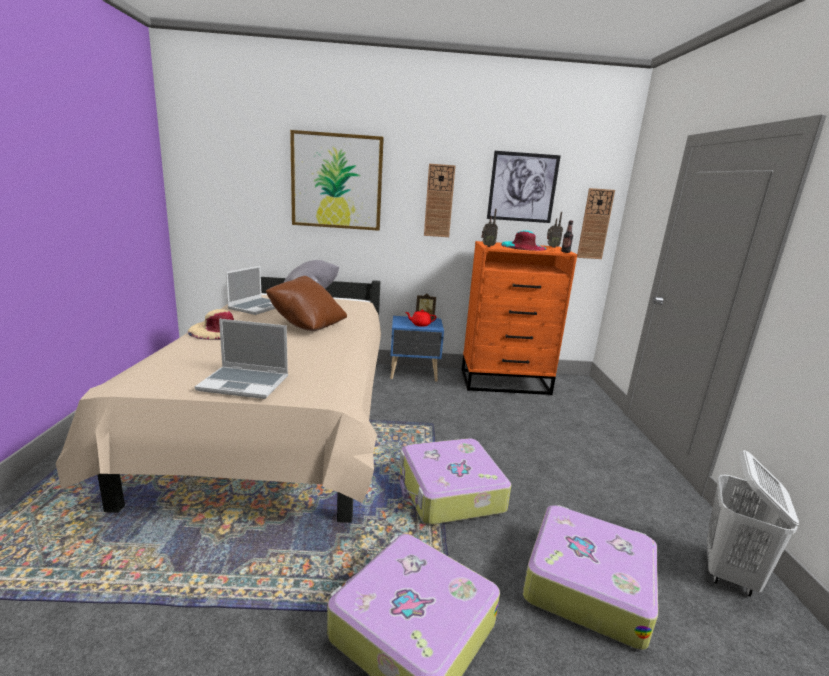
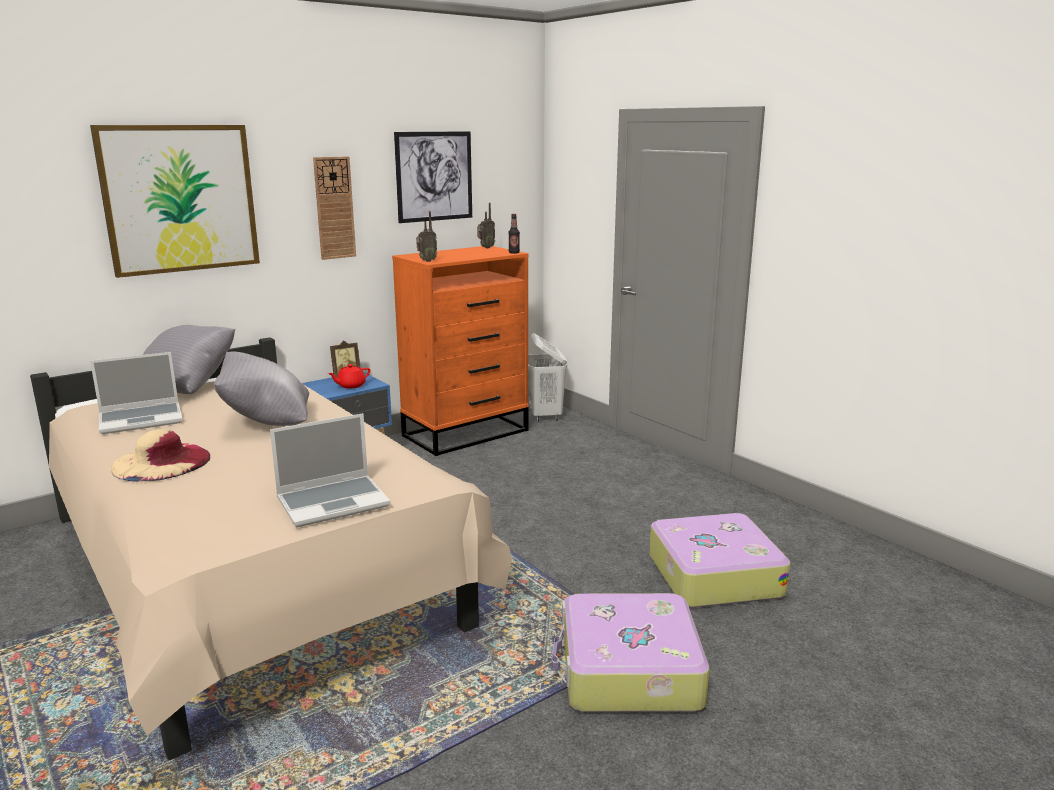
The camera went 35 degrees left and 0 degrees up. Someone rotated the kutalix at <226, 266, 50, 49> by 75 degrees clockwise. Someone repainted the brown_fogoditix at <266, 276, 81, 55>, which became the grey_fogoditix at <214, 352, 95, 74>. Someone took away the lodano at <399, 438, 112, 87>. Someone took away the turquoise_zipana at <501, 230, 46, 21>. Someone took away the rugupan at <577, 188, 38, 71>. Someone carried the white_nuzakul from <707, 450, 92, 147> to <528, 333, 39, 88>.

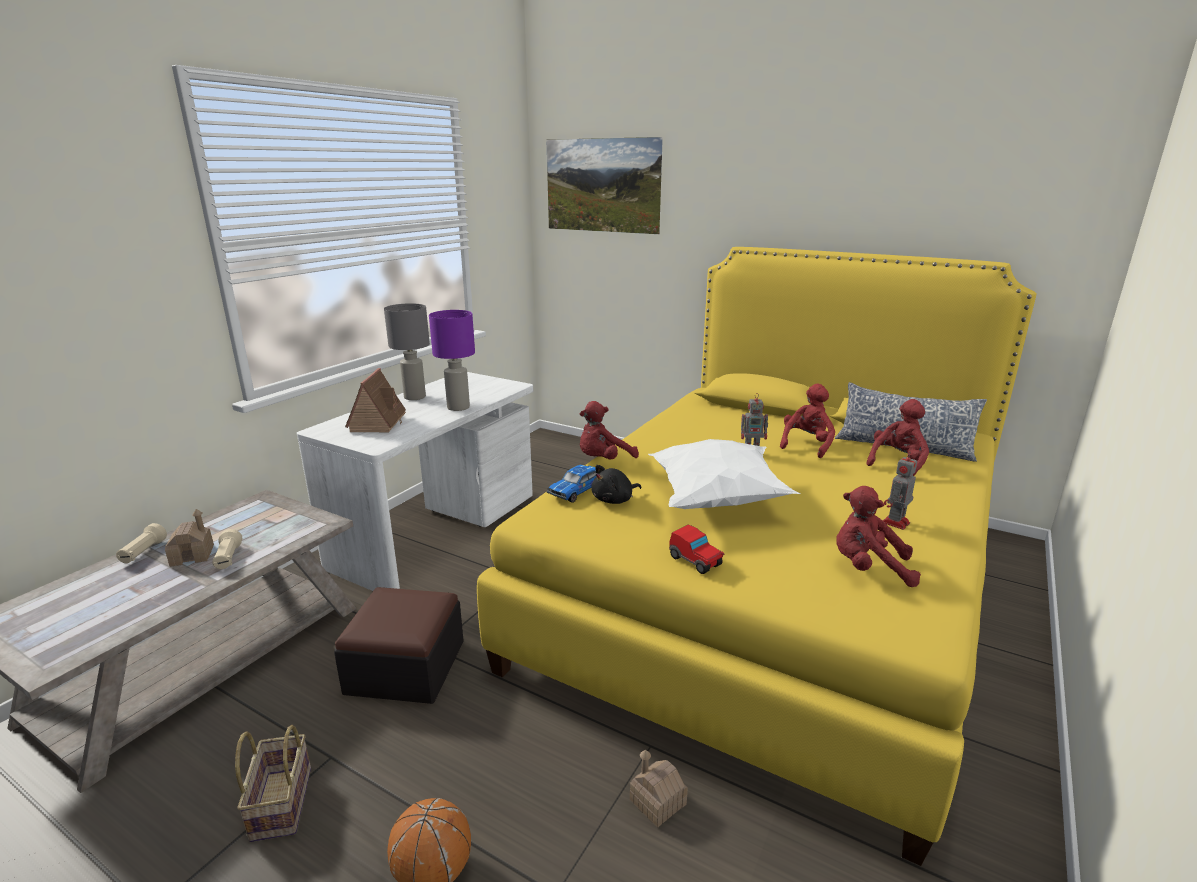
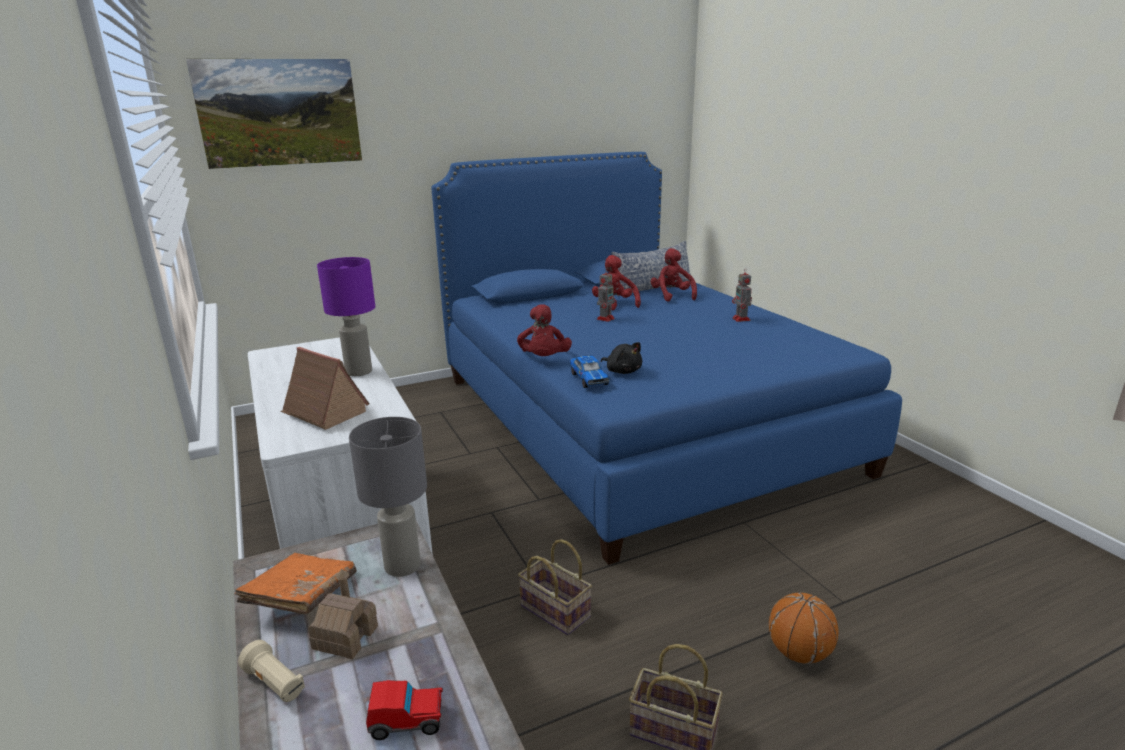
The camera went 55 degrees left and 0 degrees up. Someone took away the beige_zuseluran at <212, 529, 30, 40>. Someone swapped the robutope at <334, 587, 130, 117> for the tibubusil at <518, 539, 74, 96>. Someone carried the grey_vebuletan from <384, 303, 46, 97> to <349, 417, 78, 160>. Someone repainted the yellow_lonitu at <477, 247, 560, 619>, which became the blue_lonitu at <431, 152, 471, 413>. Someone rotated the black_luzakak at <591, 465, 50, 39> by 45 degrees counterclockwise. Someone took away the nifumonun at <630, 750, 58, 78>. Someone took away the white_fogoditix at <648, 439, 152, 70>. Someone carried the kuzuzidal from <669, 525, 55, 49> to <366, 680, 77, 60>. Someone took away the red_luzakak at <836, 486, 85, 101>. Someone put down the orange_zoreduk at <235, 553, 122, 62>.

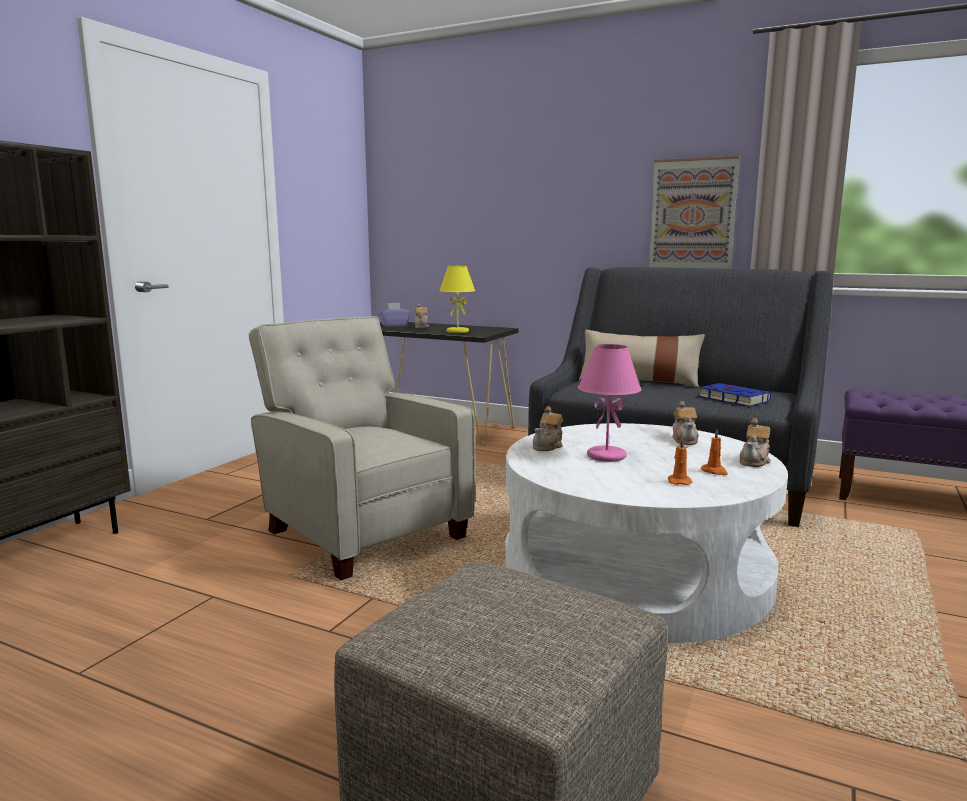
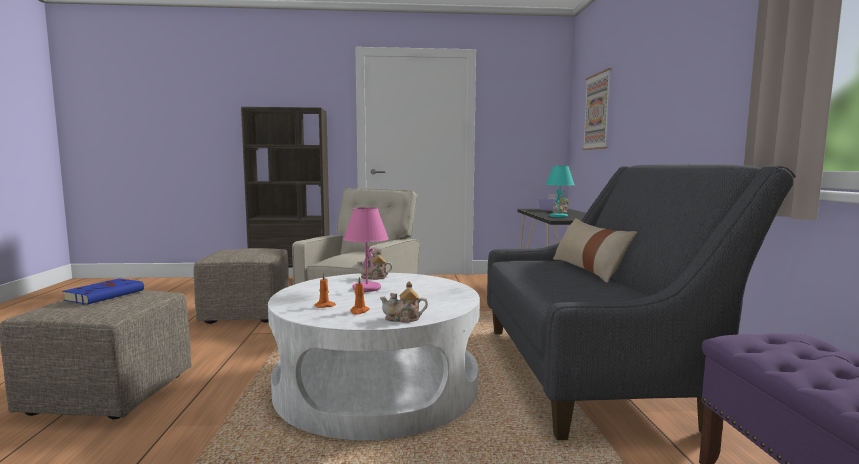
The camera went 60 degrees right and 5 degrees down. Someone repainted the yellow_vebuletan at <439, 266, 36, 67>, which became the turquoise_vebuletan at <546, 166, 28, 52>. Someone carried the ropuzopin from <649, 156, 91, 113> to <582, 68, 30, 82>. Someone took away the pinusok at <672, 401, 27, 44>. Someone carried the blue_zoreduk from <699, 383, 72, 23> to <62, 278, 82, 27>. Someone put down the beige_robutope at <194, 248, 95, 76>.

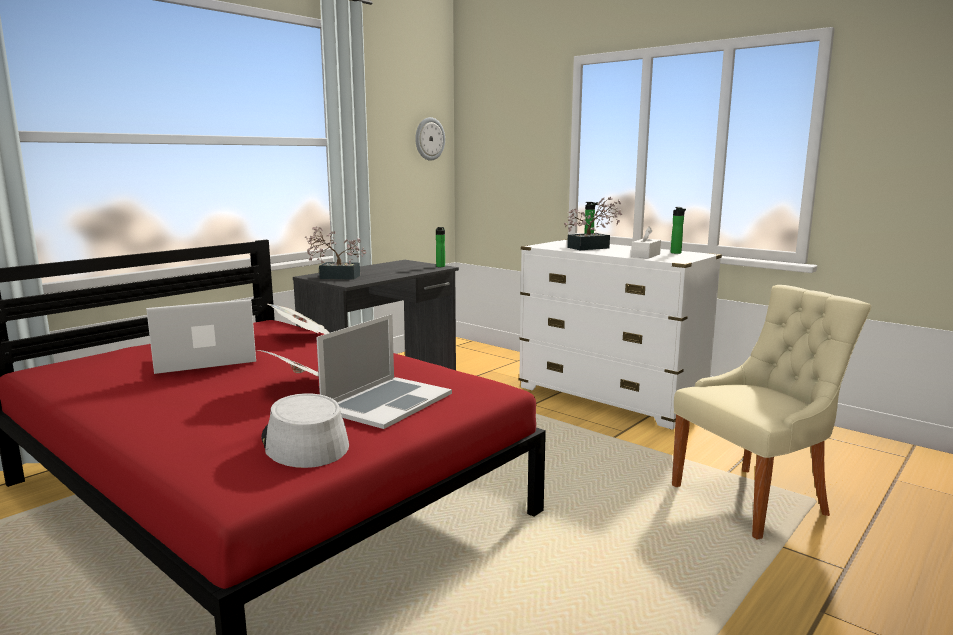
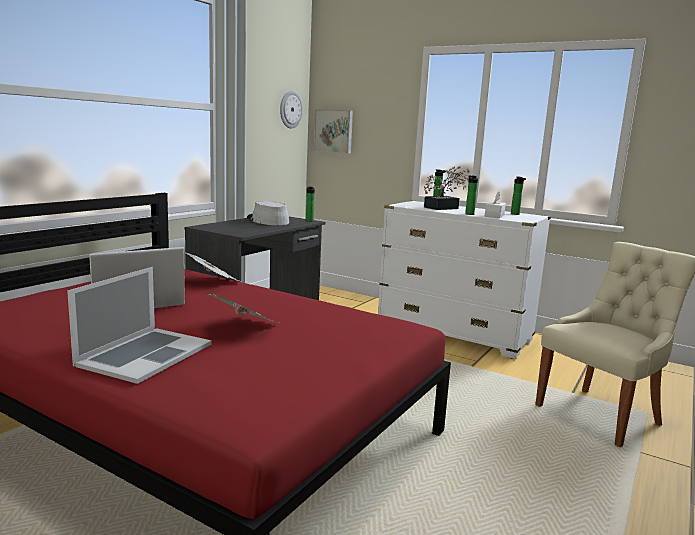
The camera went 10 degrees left and 0 degrees up. Someone carried the grey_zipana from <261, 393, 88, 75> to <247, 201, 42, 24>. Someone took away the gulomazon at <305, 226, 61, 54>. Someone carried the kutalix from <316, 314, 136, 115> to <67, 267, 145, 117>. Someone put up the ropuzopin at <314, 109, 39, 45>. Someone put down the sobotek at <465, 176, 13, 39>.

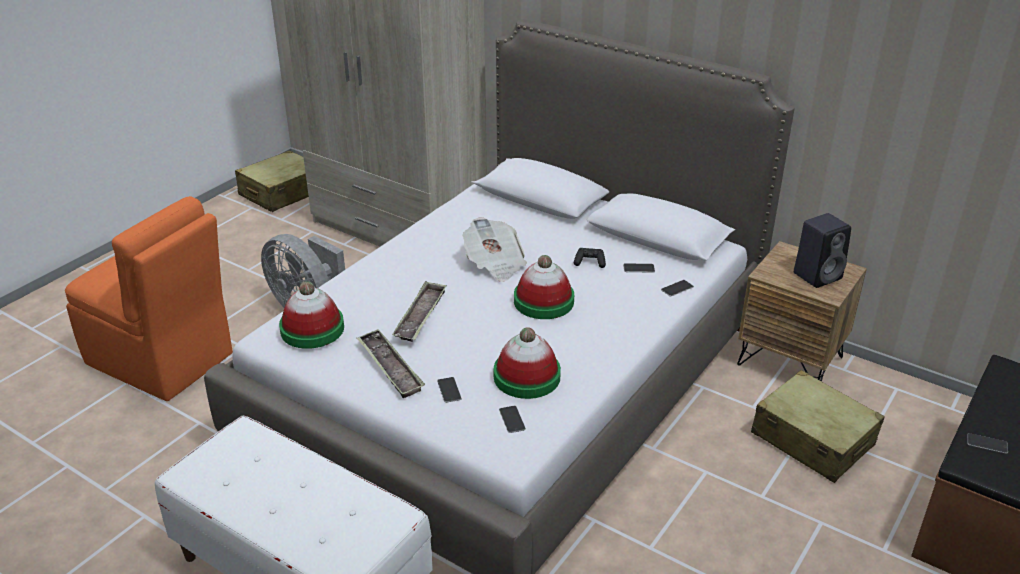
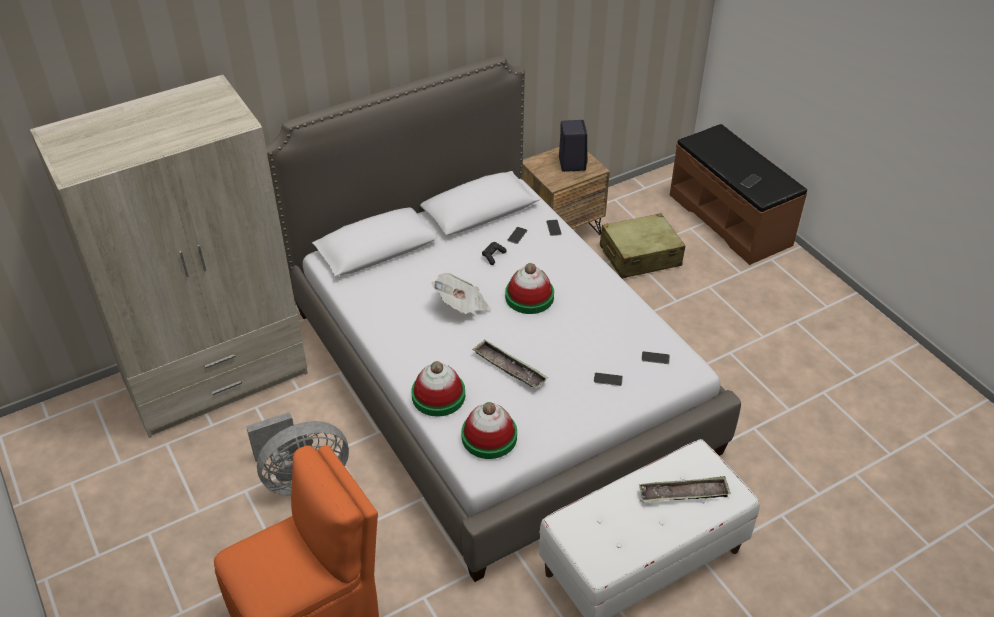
The camera went 65 degrees left and 10 degrees up. Someone took away the beige_lodano at <235, 150, 74, 62>. Someone carried the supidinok from <357, 329, 68, 69> to <639, 476, 92, 27>. Someone carried the zipana from <494, 327, 67, 72> to <411, 361, 54, 56>.

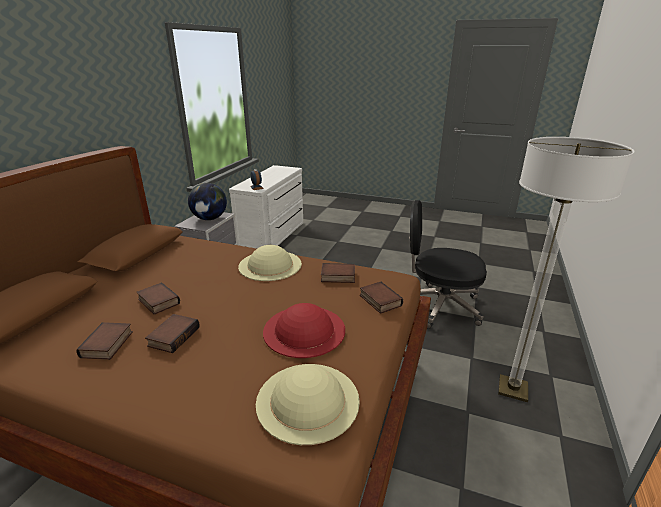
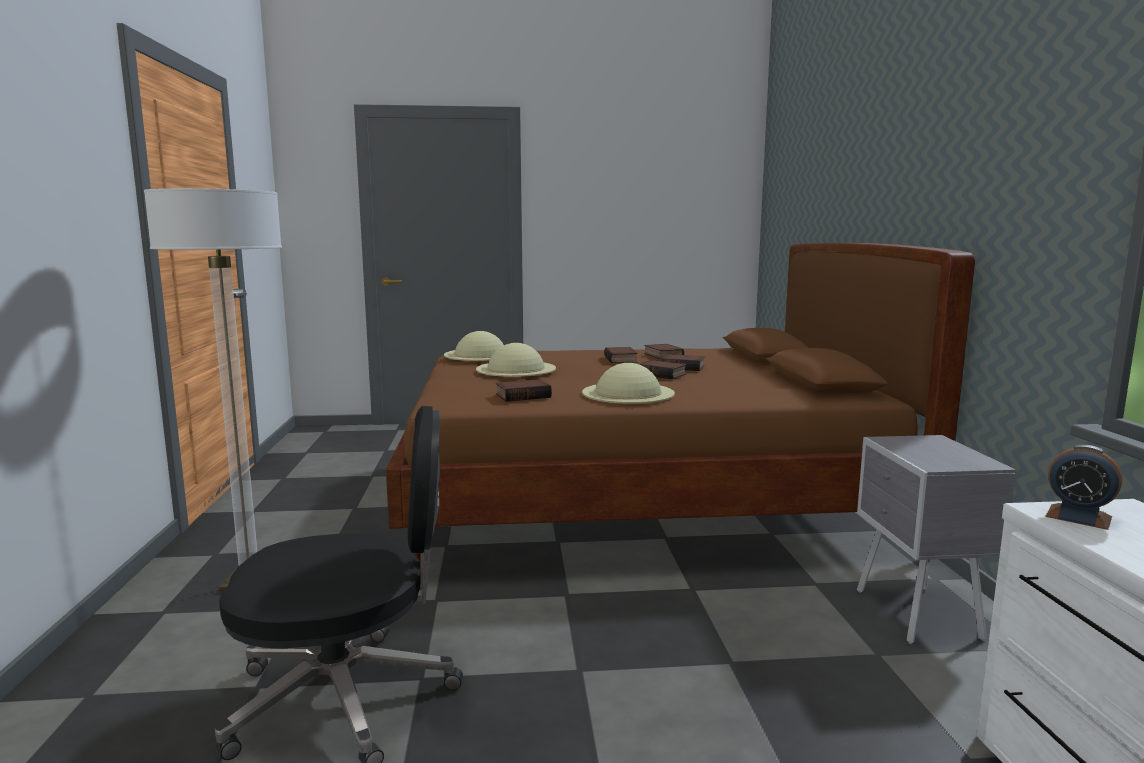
The camera went 155 degrees right and 15 degrees down. Someone took away the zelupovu at <188, 183, 39, 37>. Someone repainted the red_zipana at <263, 303, 82, 55>, which became the beige_zipana at <476, 343, 80, 34>. Someone carried the zoreduk from <360, 282, 43, 32> to <638, 360, 49, 19>.

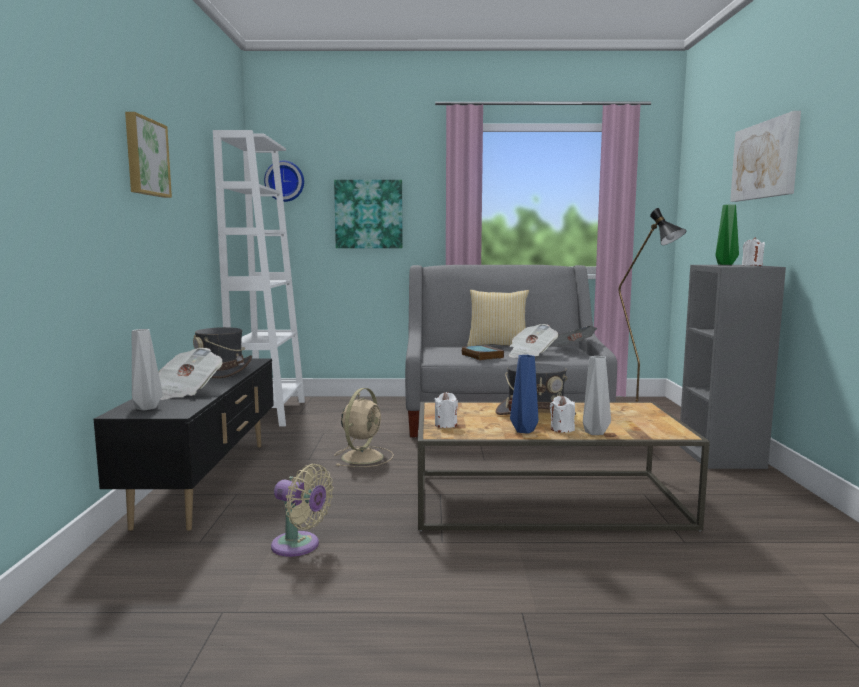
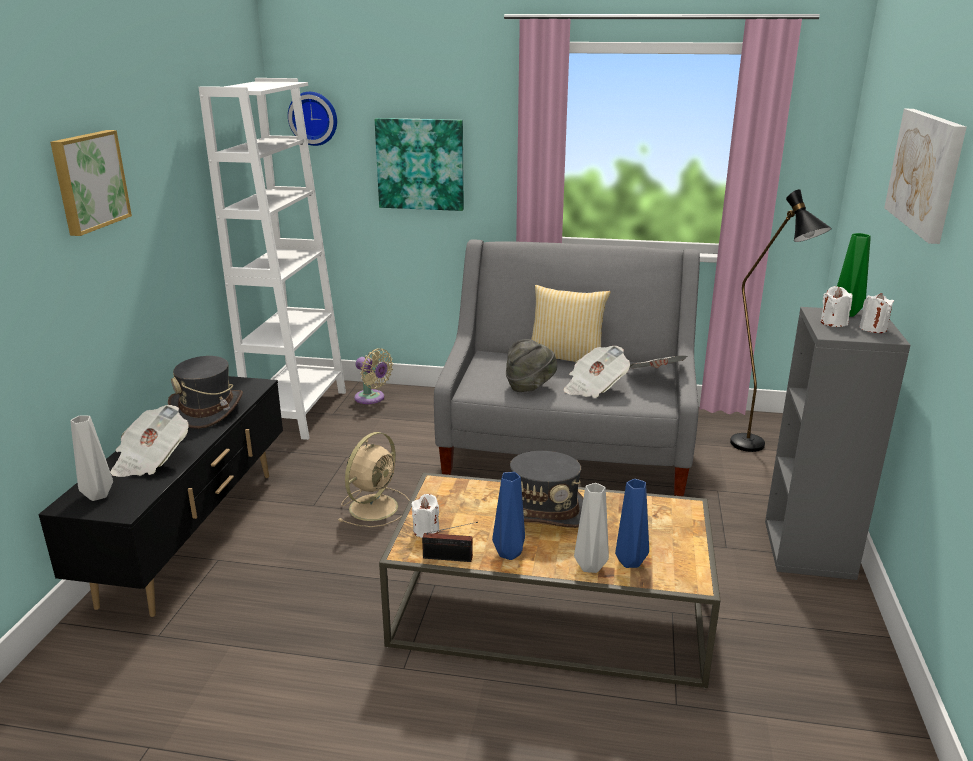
The camera went 10 degrees right and 15 degrees up. Someone carried the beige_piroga from <271, 464, 62, 93> to <354, 348, 39, 56>. Someone swapped the zoreduk at <462, 345, 42, 15> for the grey_zipana at <506, 339, 51, 53>. Someone carried the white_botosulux from <550, 396, 25, 37> to <821, 286, 31, 41>. Someone put down the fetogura at <422, 522, 56, 40>. Someone put down the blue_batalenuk at <615, 479, 34, 89>.

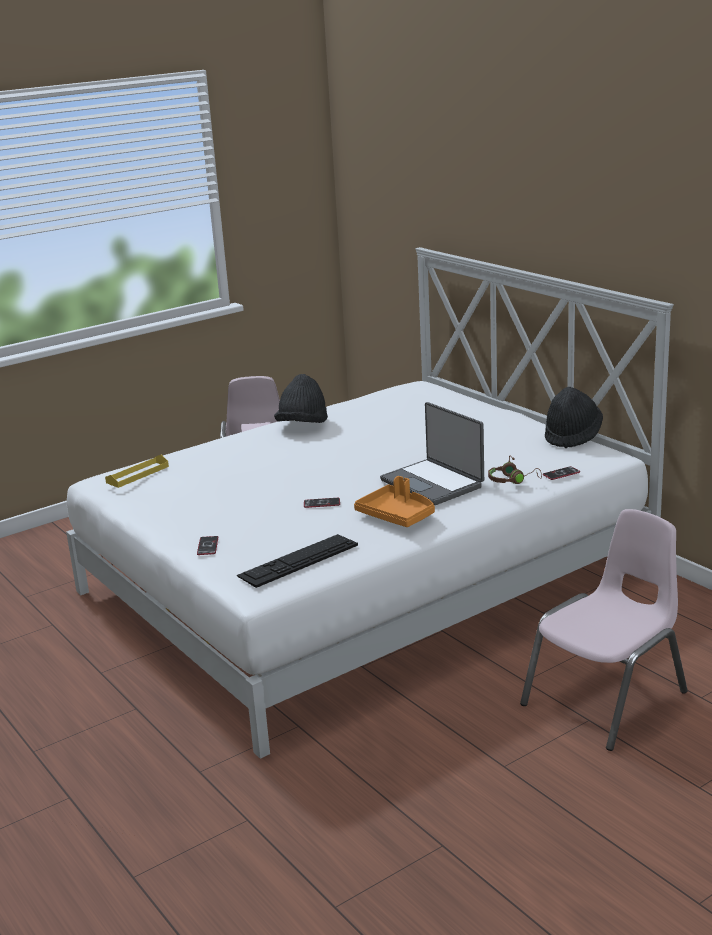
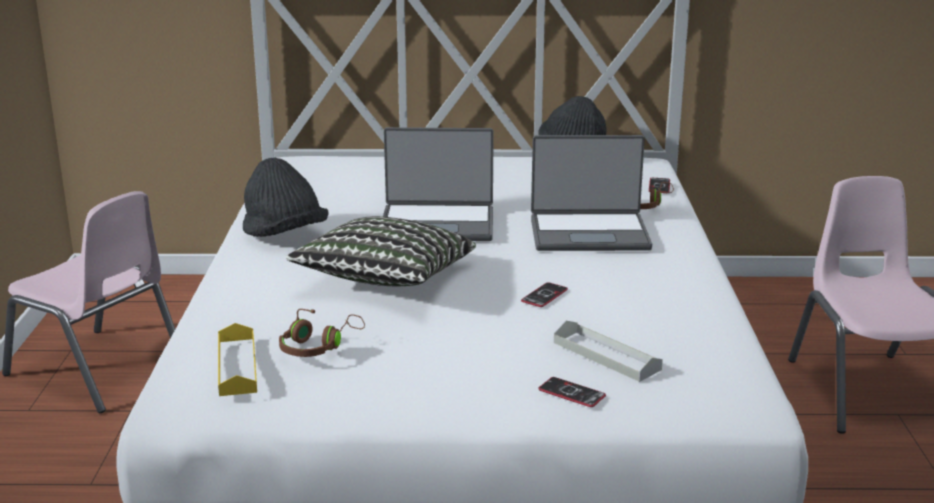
The camera went 55 degrees left and 0 degrees up. Someone took away the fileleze at <237, 534, 121, 54>. Someone took away the orange_supidinok at <354, 476, 81, 51>. Someone put down the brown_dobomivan at <279, 309, 86, 48>. Someone put down the fogoditix at <286, 216, 190, 70>. Someone put down the kutalix at <383, 127, 111, 114>. Someone put down the grey_supidinok at <554, 321, 109, 61>.

